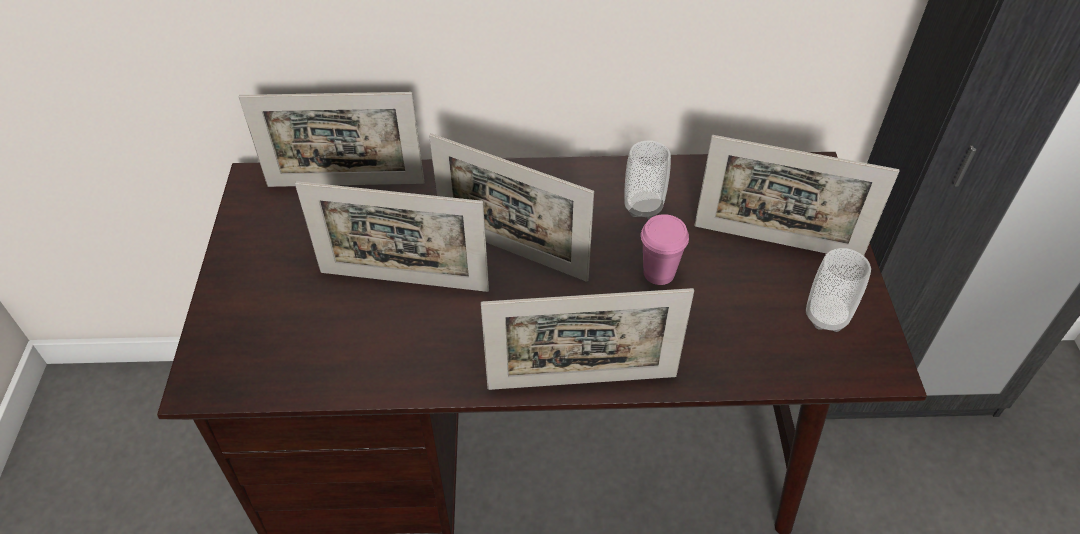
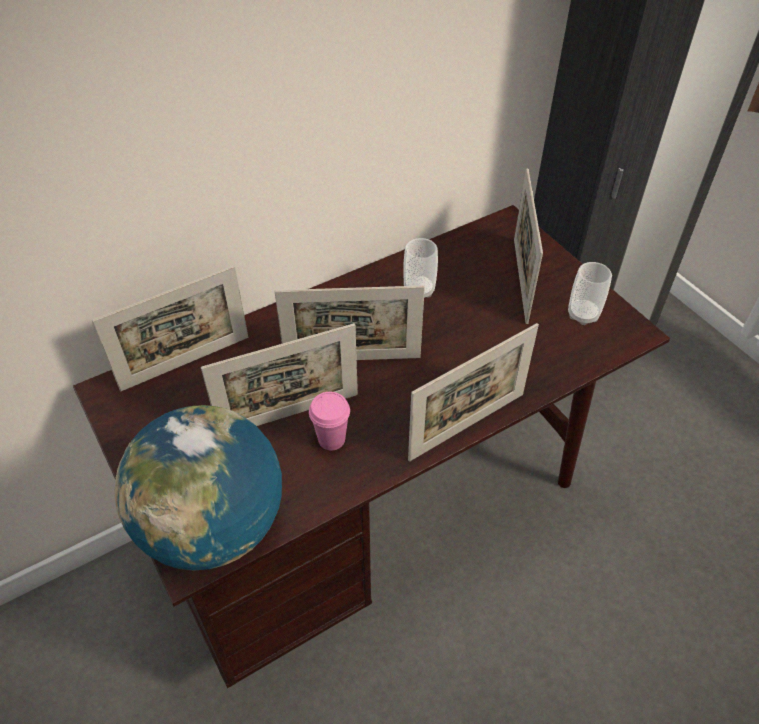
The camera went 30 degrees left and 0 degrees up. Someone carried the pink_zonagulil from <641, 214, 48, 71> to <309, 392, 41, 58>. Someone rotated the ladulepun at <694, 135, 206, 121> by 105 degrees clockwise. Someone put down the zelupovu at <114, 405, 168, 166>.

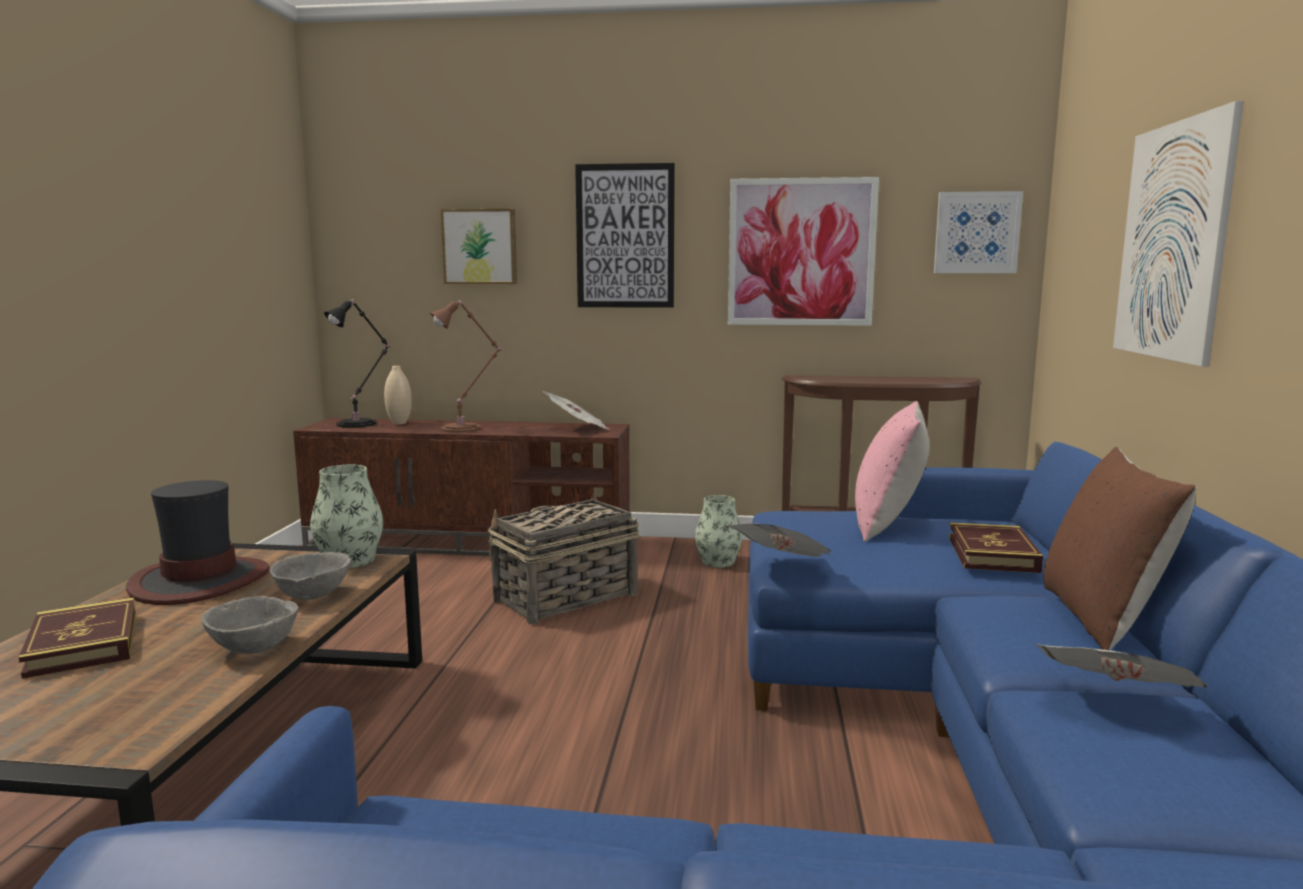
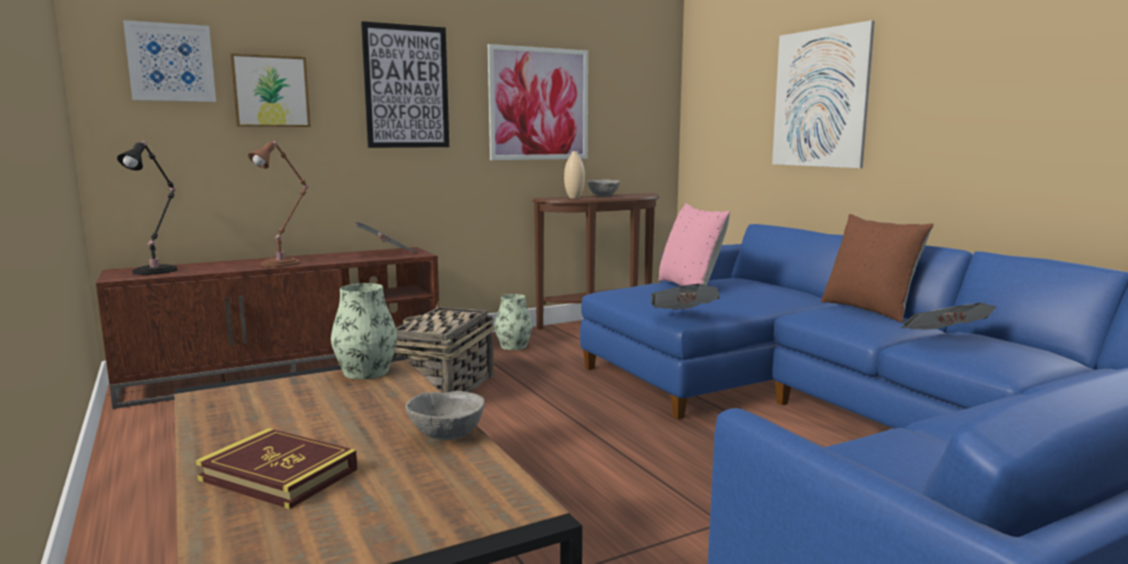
The camera went 35 degrees left and 0 degrees up. Someone took away the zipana at <126, 480, 143, 125>. Someone carried the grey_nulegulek from <270, 552, 81, 48> to <587, 179, 33, 18>. Someone carried the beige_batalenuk from <384, 366, 28, 58> to <564, 151, 21, 48>. Someone carried the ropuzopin from <934, 191, 89, 82> to <123, 20, 93, 82>. Someone took away the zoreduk at <949, 522, 94, 51>.

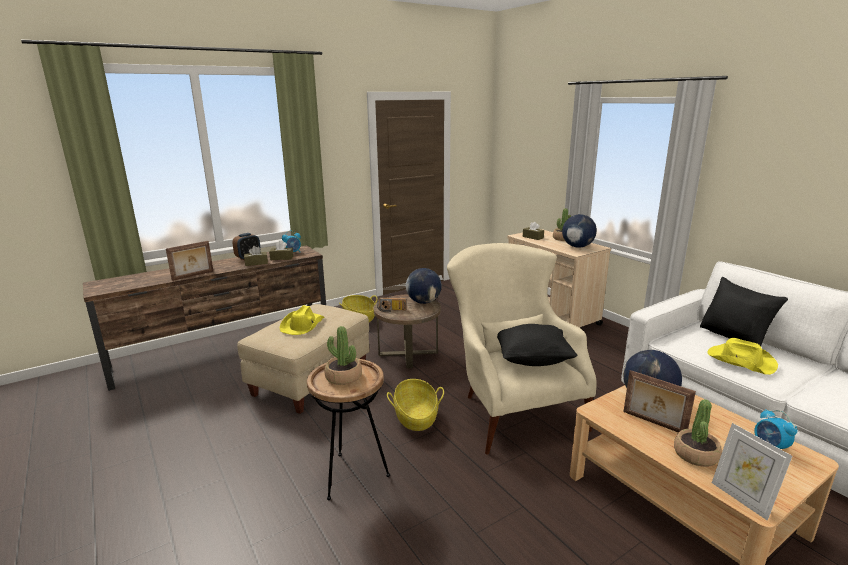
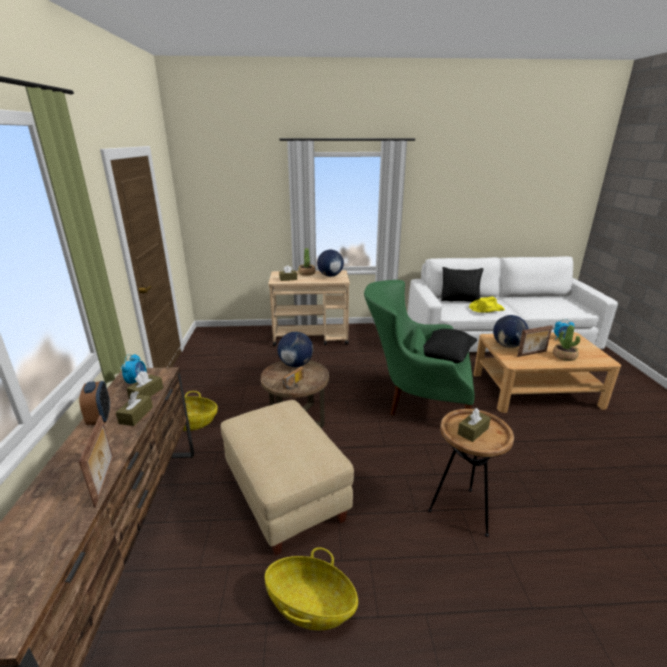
The camera went 60 degrees left and 5 degrees up. Someone took away the yellow_zipana at <280, 305, 45, 30>. Someone swapped the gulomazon at <324, 326, 38, 59> for the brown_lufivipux at <458, 408, 33, 34>. Someone carried the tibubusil from <387, 379, 57, 52> to <265, 547, 93, 83>. Someone repainted the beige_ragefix at <447, 243, 150, 212>, which became the green_ragefix at <364, 280, 111, 135>. Someone took away the ladulepun at <712, 423, 80, 98>.

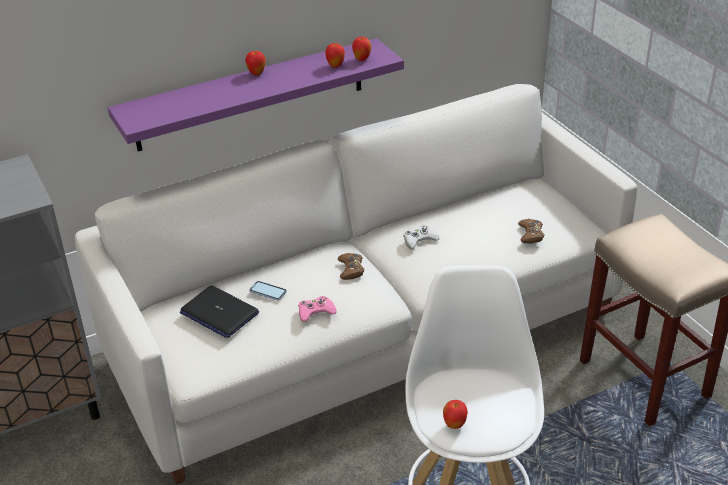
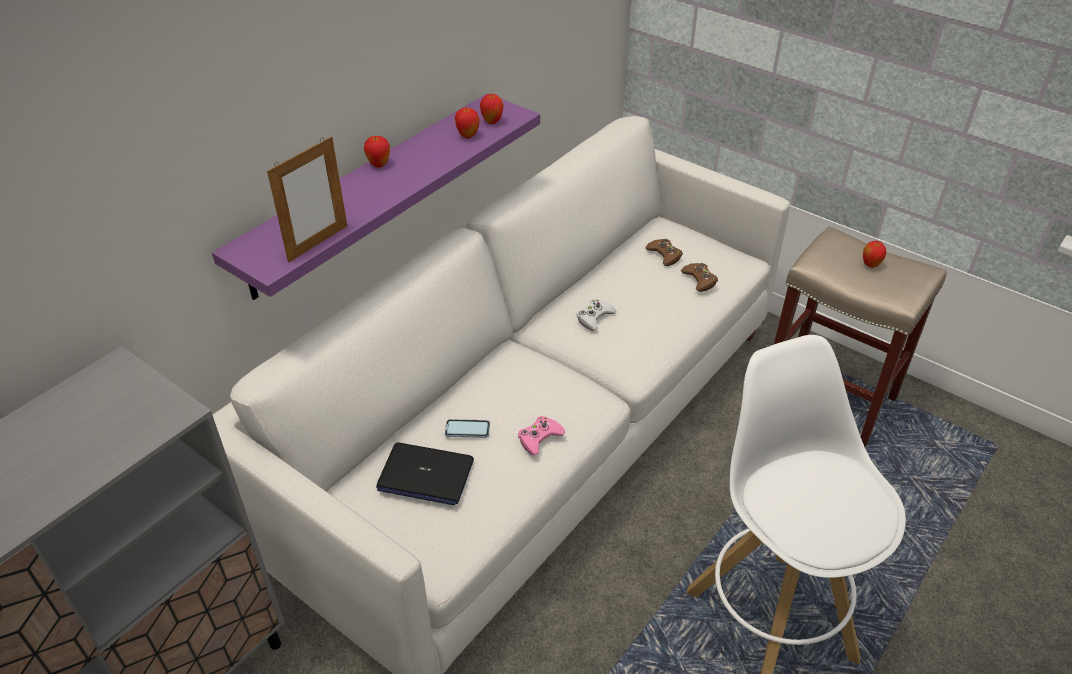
The camera went 25 degrees left and 5 degrees up. Someone carried the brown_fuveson from <338, 253, 26, 27> to <645, 239, 38, 27>. Someone carried the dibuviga from <443, 400, 25, 29> to <863, 241, 23, 27>. Someone put down the ladulepun at <267, 136, 80, 127>.

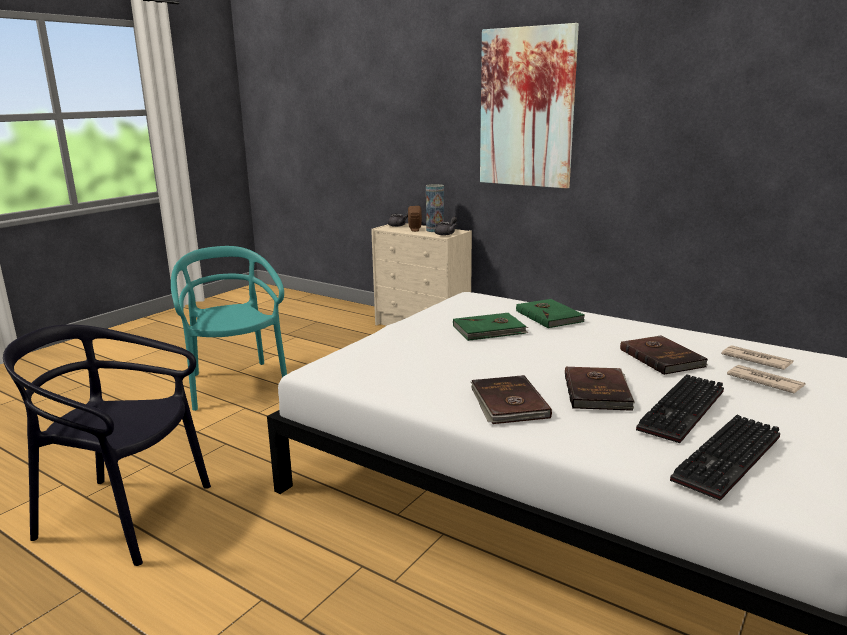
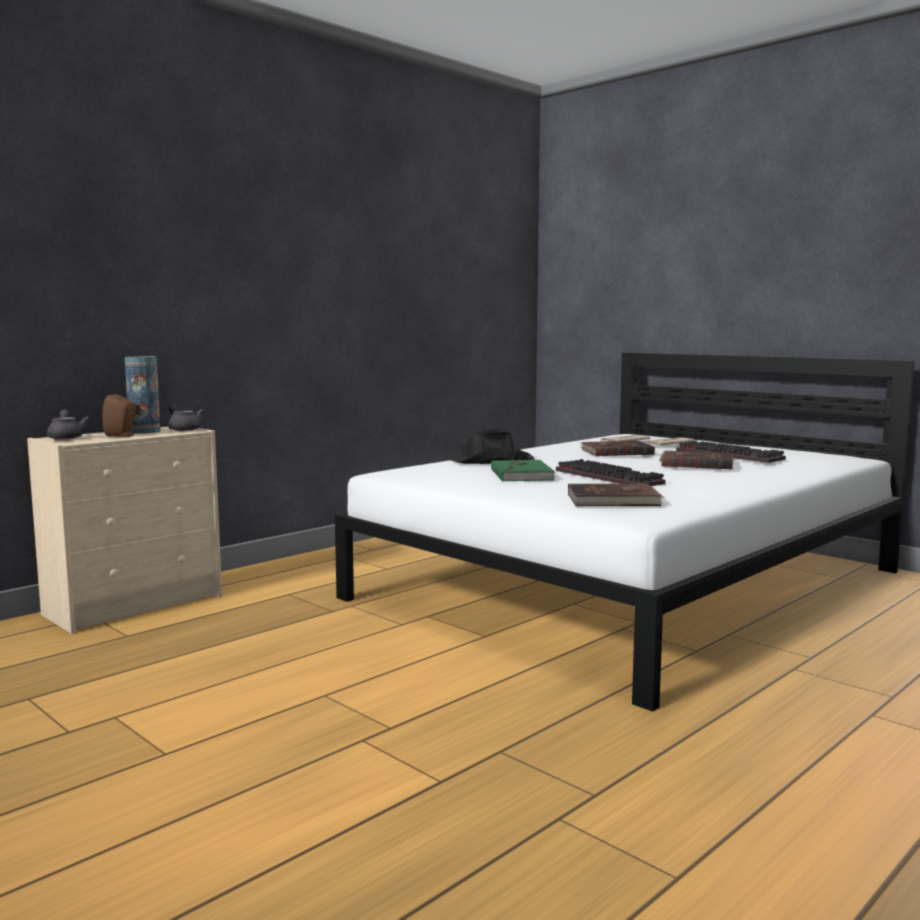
The camera went 80 degrees left and 10 degrees down. Someone took away the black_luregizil at <3, 324, 208, 242>. Someone took away the turquoise_luregizil at <171, 246, 116, 165>. Someone carried the brown_zoreduk from <471, 375, 81, 49> to <568, 484, 97, 22>. Someone took away the ropuzopin at <480, 23, 99, 166>. Someone swapped the green_zoreduk at <516, 299, 69, 29> for the black_zipana at <448, 429, 86, 35>. Someone carried the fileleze from <670, 415, 110, 85> to <556, 459, 110, 27>.

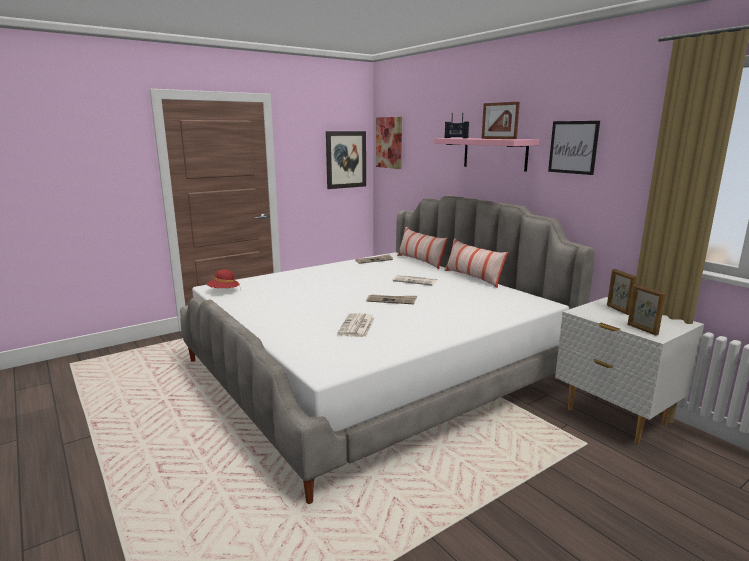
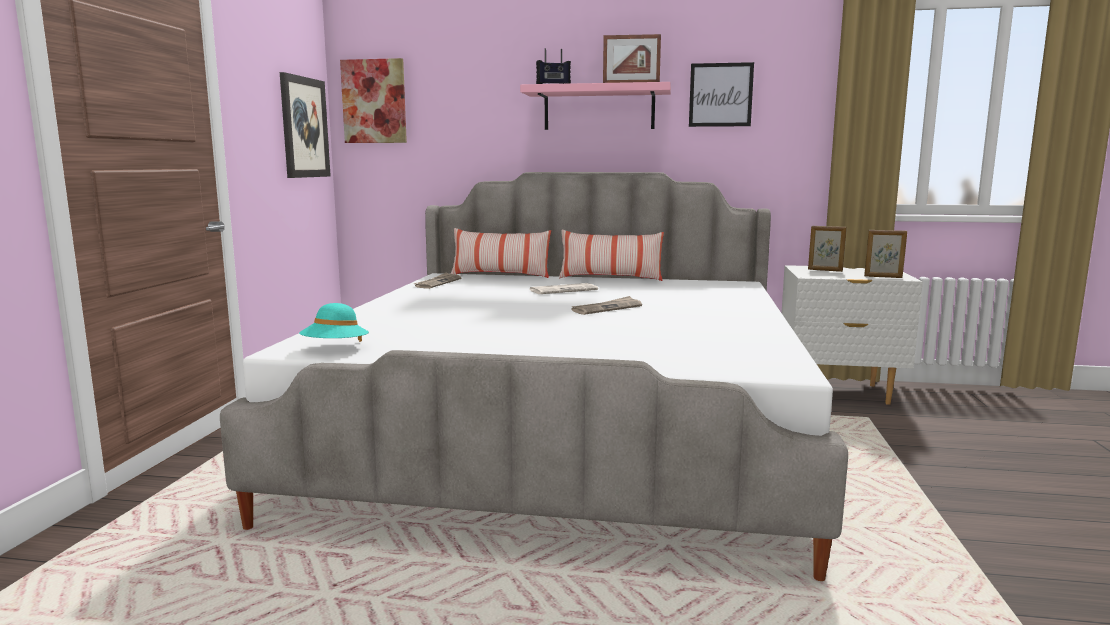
The camera went 45 degrees left and 5 degrees down. Someone repainted the red_zipana at <207, 270, 33, 18>, which became the turquoise_zipana at <299, 303, 70, 39>. Someone took away the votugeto at <337, 313, 38, 24>.

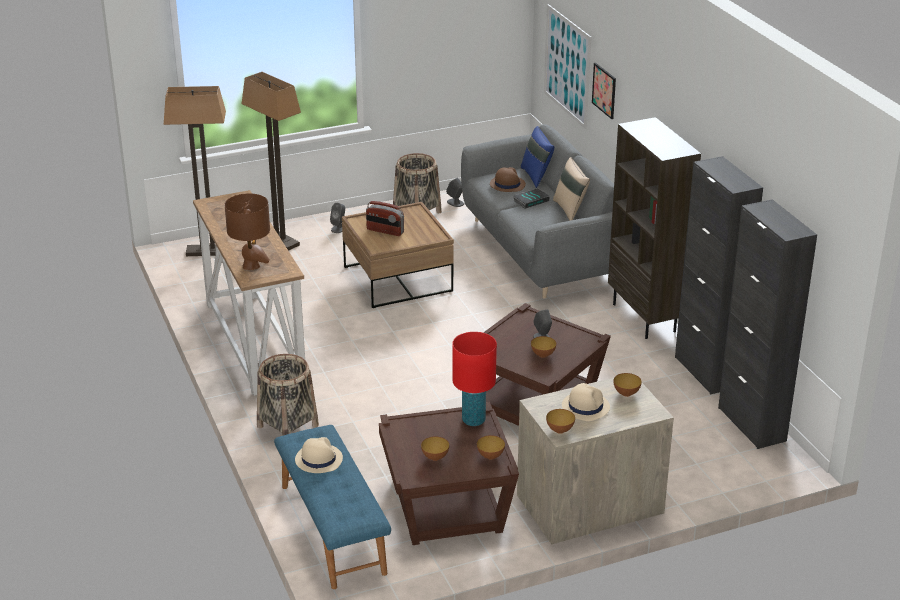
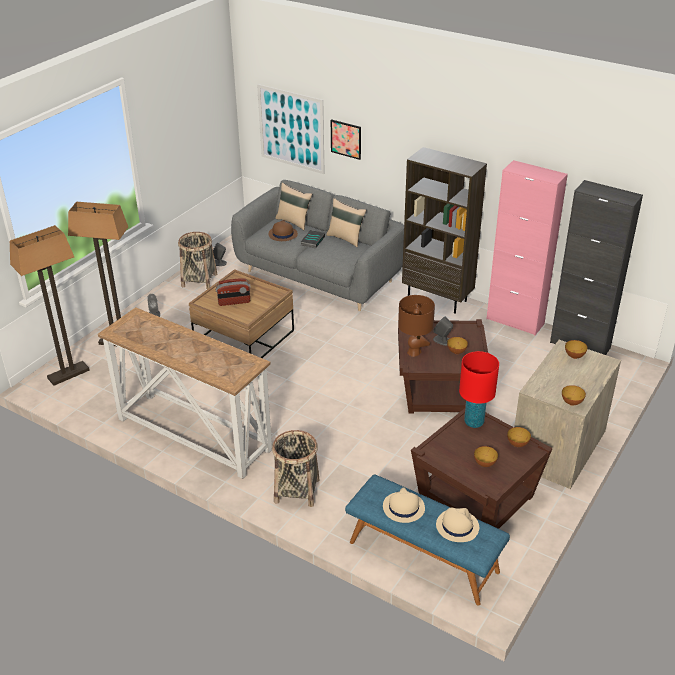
The camera went 35 degrees left and 5 degrees up. Someone carried the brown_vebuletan from <225, 193, 45, 77> to <398, 295, 37, 62>. Someone repainted the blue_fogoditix at <521, 126, 33, 62>, which became the beige_fogoditix at <275, 183, 37, 47>. Someone carried the beige_zipana from <562, 383, 48, 38> to <436, 507, 43, 35>. Someone repainted the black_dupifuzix at <675, 156, 88, 238>, which became the pink_dupifuzix at <486, 160, 82, 175>.

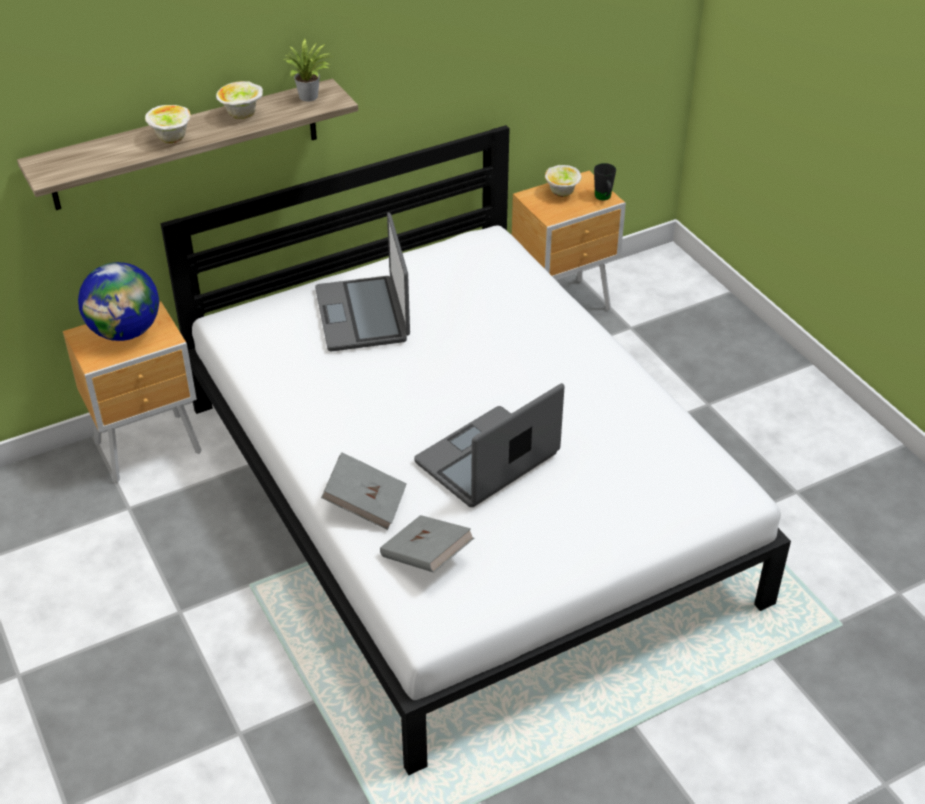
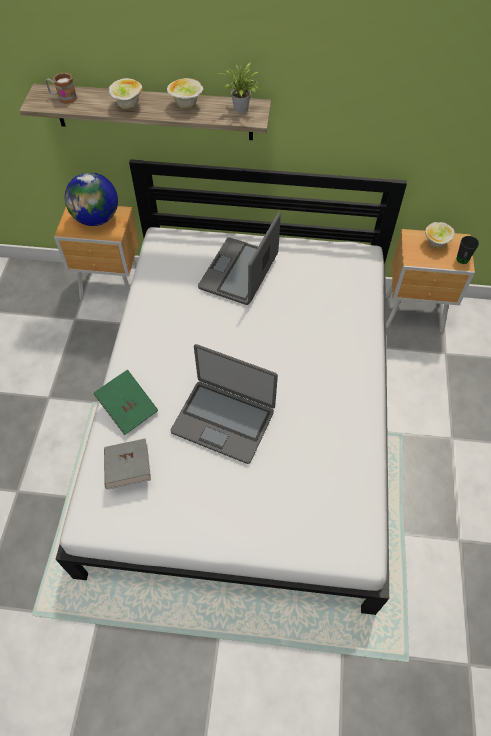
The camera went 35 degrees right and 15 degrees up. Someone repainted the grey_zoreduk at <321, 452, 86, 78>, which became the green_zoreduk at <94, 370, 64, 65>. Someone rotated the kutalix at <414, 383, 150, 124> by 150 degrees counterclockwise. Someone put down the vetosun at <46, 72, 32, 32>.

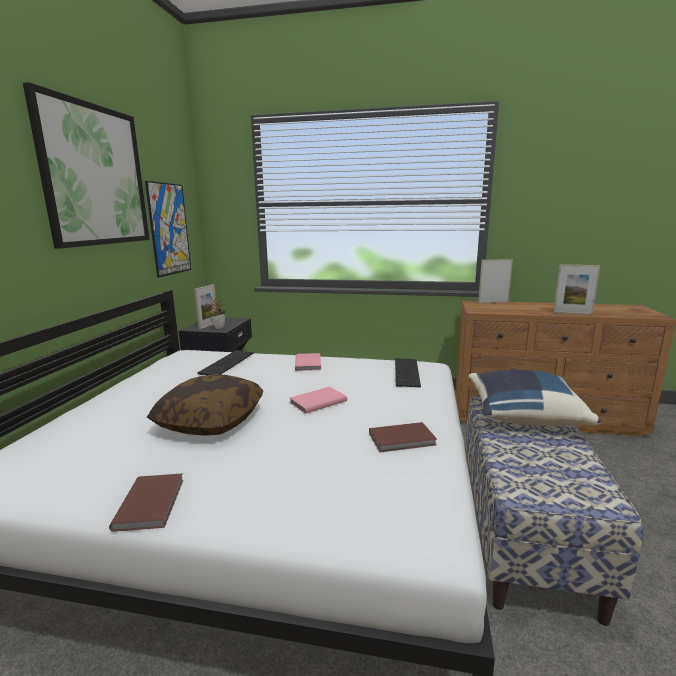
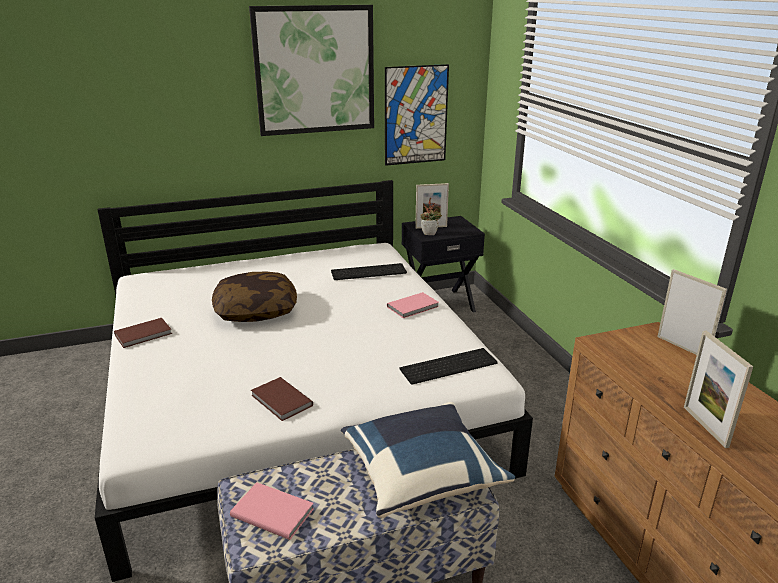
The camera went 60 degrees right and 10 degrees up. Someone carried the pink_zoreduk from <290, 387, 57, 27> to <230, 482, 84, 58>.

